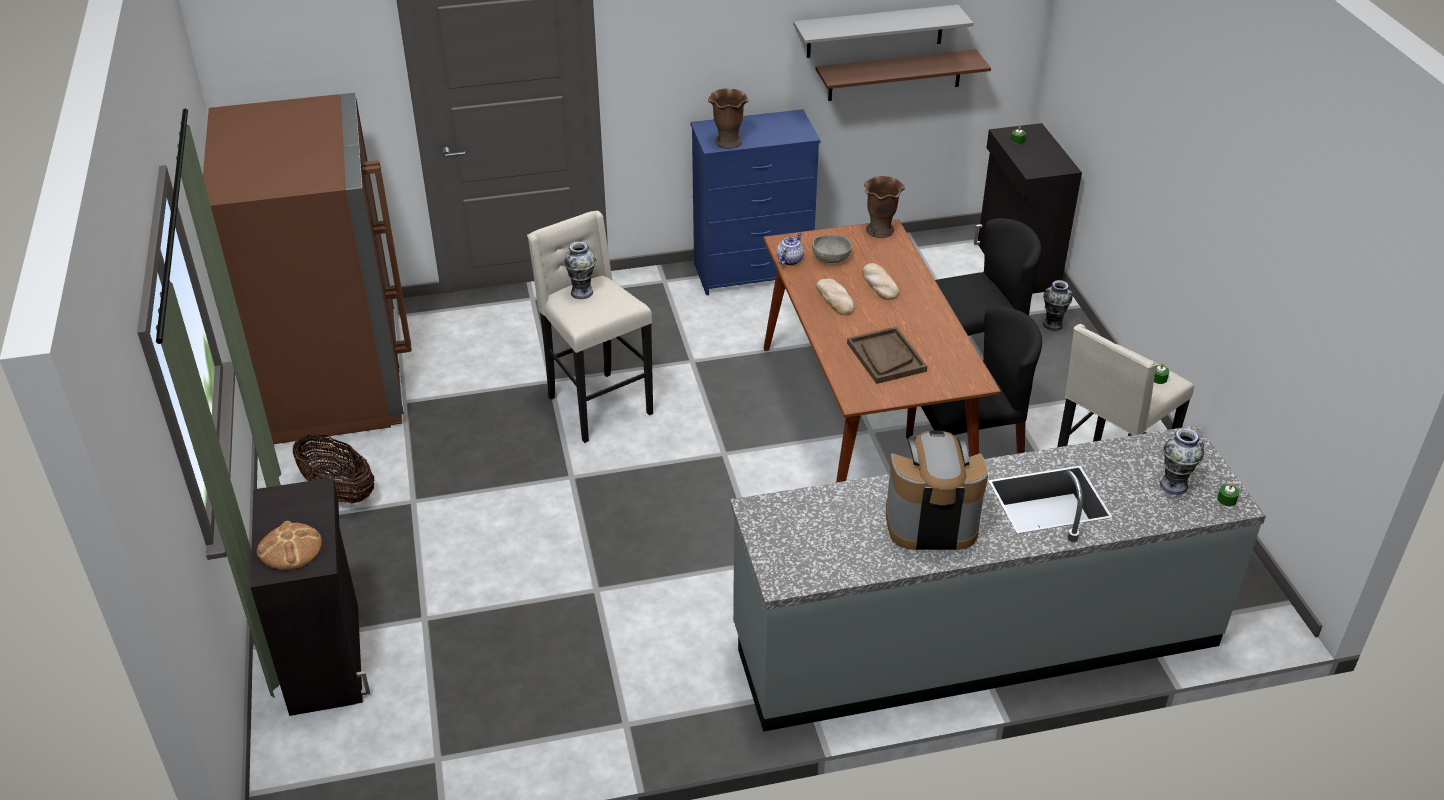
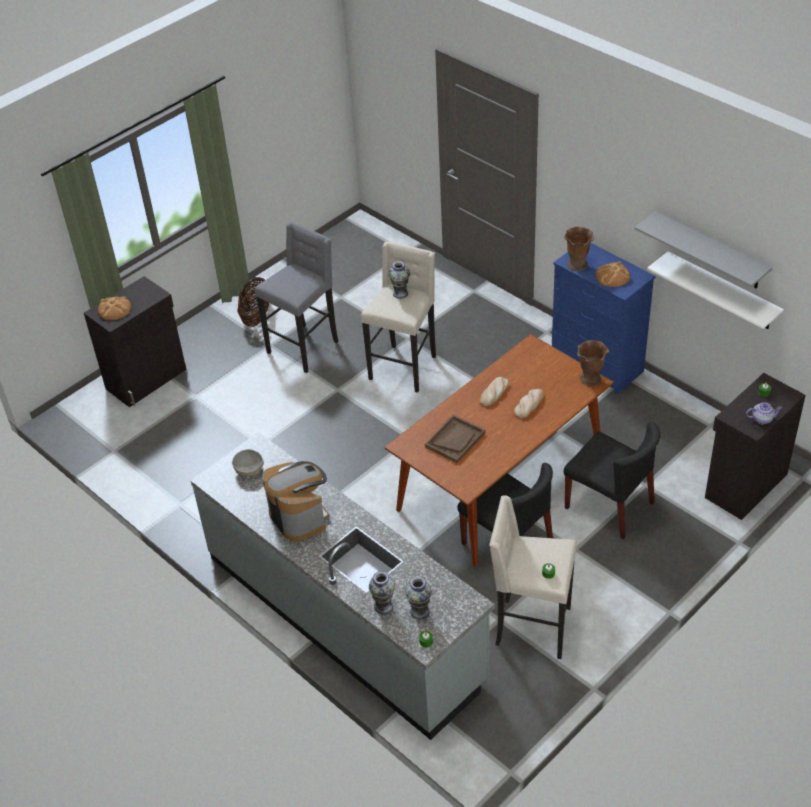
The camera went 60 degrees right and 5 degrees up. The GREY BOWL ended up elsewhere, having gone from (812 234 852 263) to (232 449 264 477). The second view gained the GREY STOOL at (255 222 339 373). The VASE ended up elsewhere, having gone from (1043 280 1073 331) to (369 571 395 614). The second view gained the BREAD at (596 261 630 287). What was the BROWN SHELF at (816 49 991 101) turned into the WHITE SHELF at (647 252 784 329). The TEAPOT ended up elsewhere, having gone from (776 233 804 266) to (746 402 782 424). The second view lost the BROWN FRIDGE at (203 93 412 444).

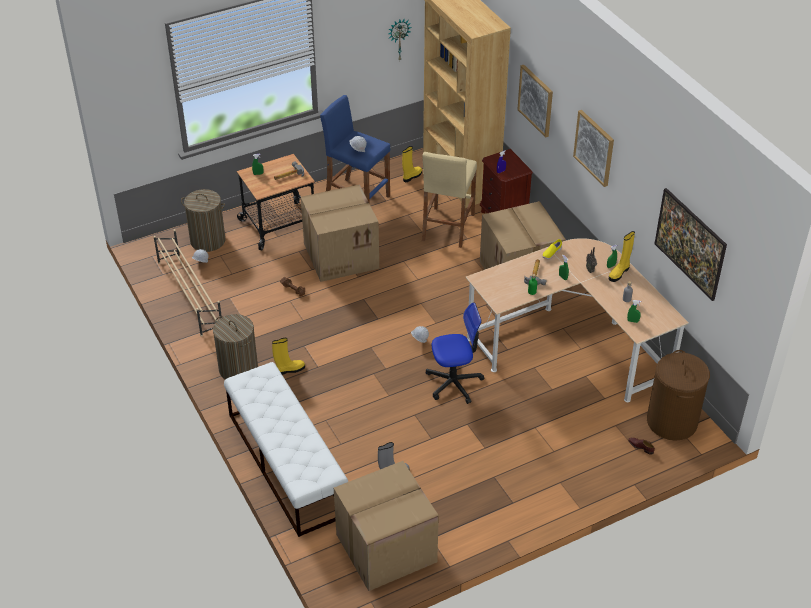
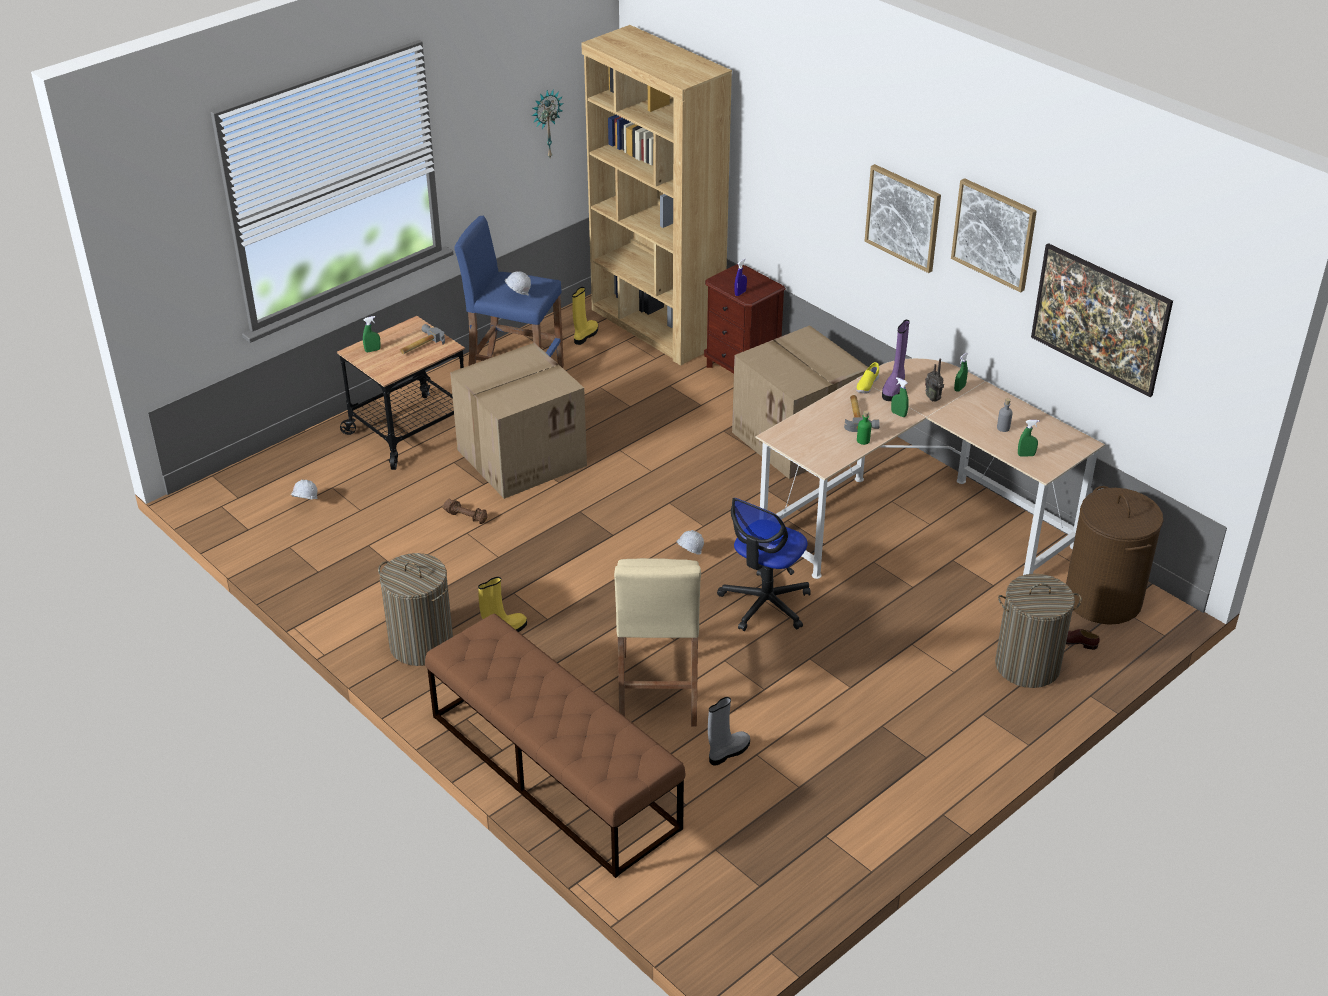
The camera went 15 degrees left and 5 degrees down. What was the WHITE BENCH at (224 362 348 537) turned into the BROWN BENCH at (425 614 685 878). The BEIGE STOOL ended up elsewhere, having gone from (422 152 477 248) to (614 558 701 726). The OFFICE CHAIR at (426 303 484 404) ended up facing another way, 150 degrees clockwise from before. The second view gained the PURPLE BOOT at (882 320 909 401). The PICTURE ended up elsewhere, having gone from (517 65 553 138) to (951 178 1037 293). The LAUNDRY BASKET ended up elsewhere, having gone from (181 189 226 252) to (995 574 1082 688). The second view lost the BEIGE SHOE RACK at (154 229 222 337). The second view lost the CARDBOARD BOX at (334 461 439 591). The second view lost the YELLOW BOOT at (609 231 635 282).

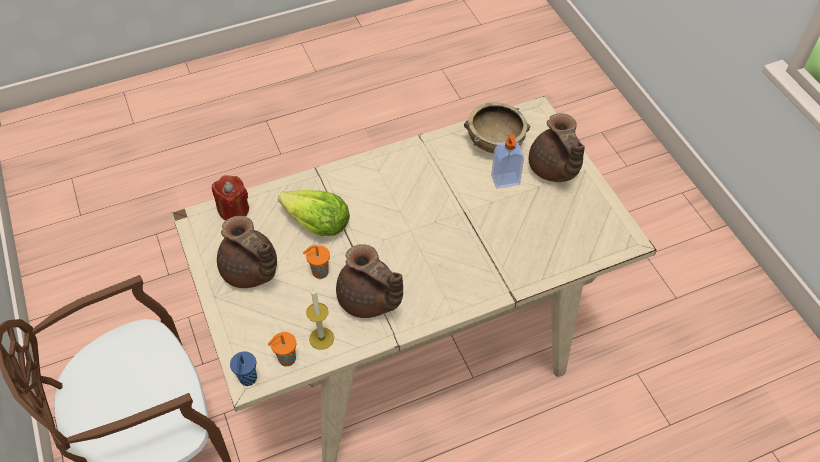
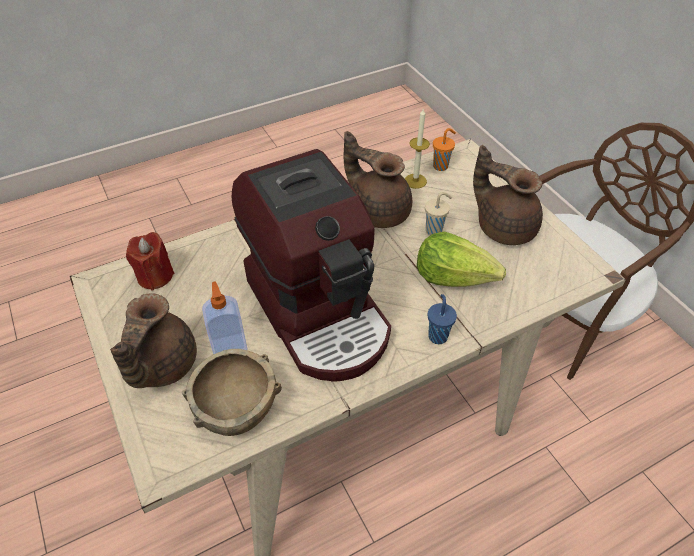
The camera went 175 degrees right and 5 degrees down. The BROWN TEAPOT at (529 113 585 182) ended up facing another way, 150 degrees counterclockwise from before. The RED CANDLE ended up elsewhere, having gone from (212 175 249 220) to (126 232 174 291). The second view gained the COFFEE MACHINE at (232 149 391 382). What was the ORANGE CUP at (303 245 330 279) turned into the BEIGE CUP at (425 192 452 235). The BLUE CUP ended up elsewhere, having gone from (230 351 257 386) to (428 294 457 344).

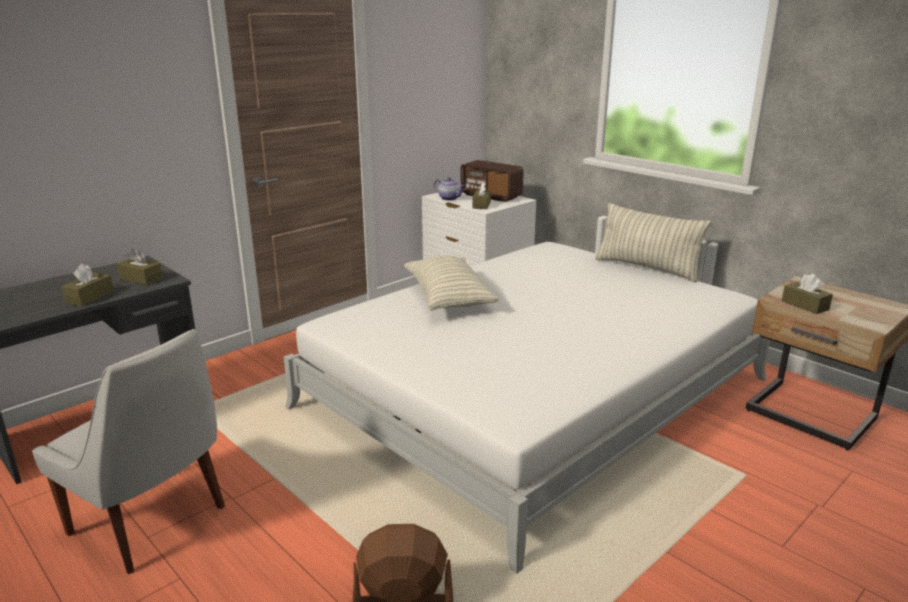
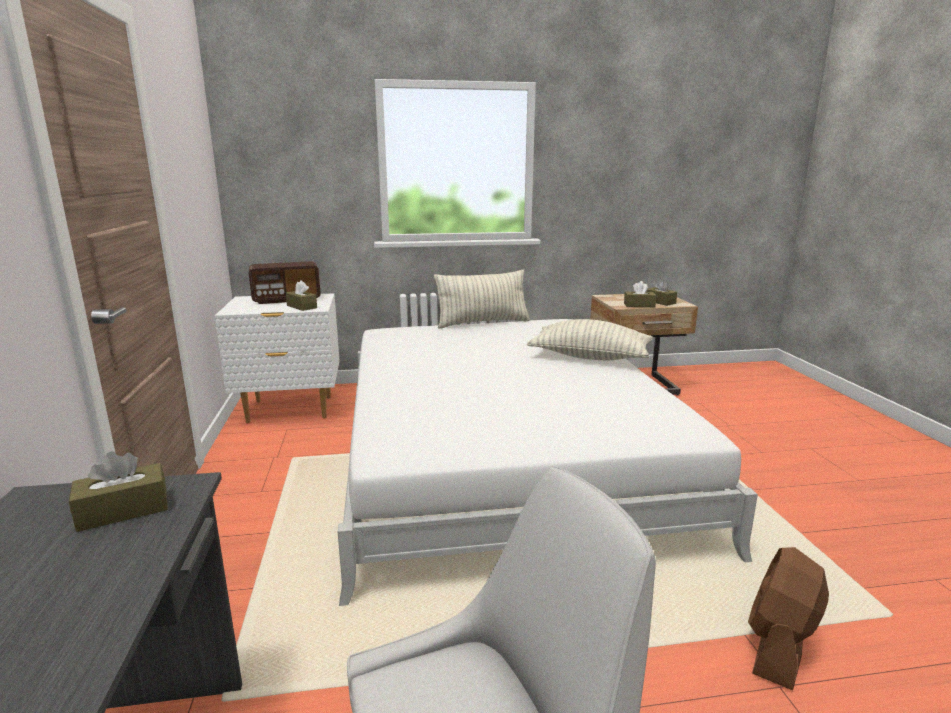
The camera went 55 degrees left and 5 degrees down. The PILLOW ended up elsewhere, having gone from (404 255 499 310) to (527 319 653 360). The BROWN TISSUE BOX ended up elsewhere, having gone from (62 264 114 306) to (646 279 677 306). The second view lost the TEAPOT at (434 177 465 201).

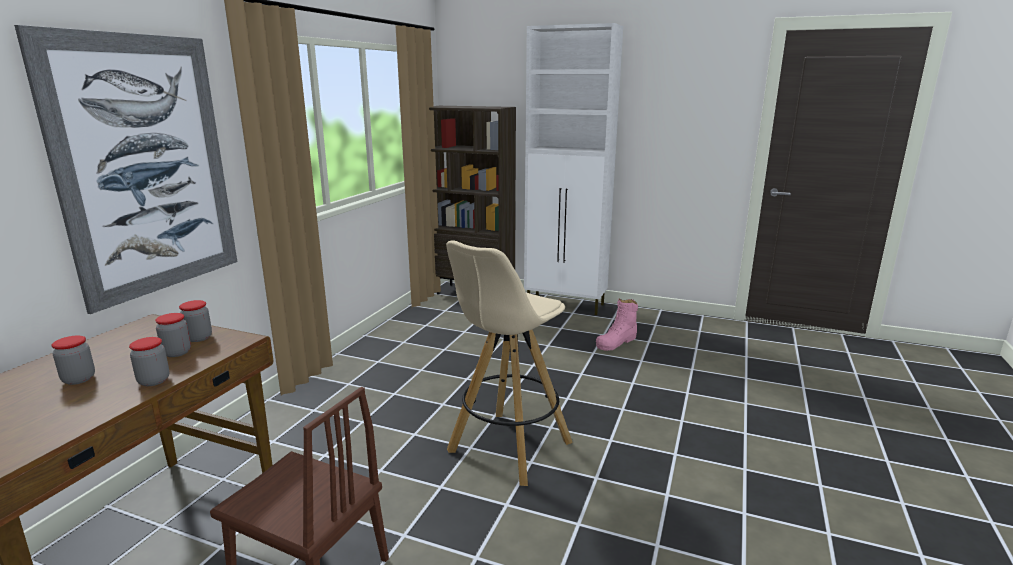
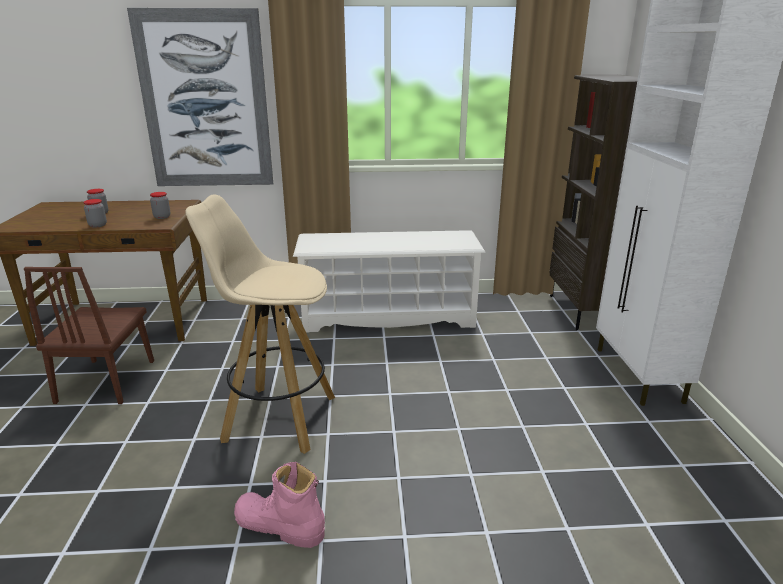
The camera went 65 degrees right and 5 degrees up. The PINK BOOT ended up elsewhere, having gone from (596 299 638 351) to (234 462 325 548). The second view gained the WHITE SHOE RACK at (293 230 486 333). The second view lost the JAR at (155 313 191 357).

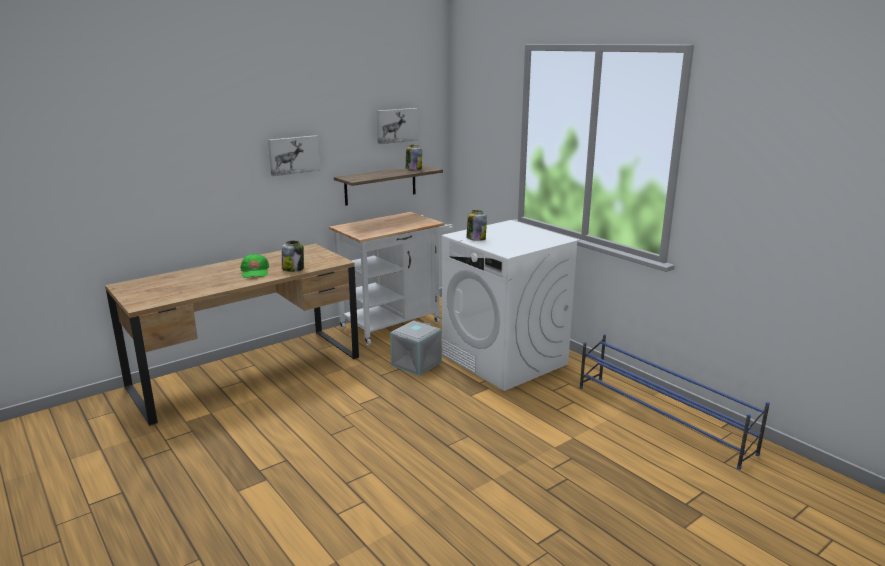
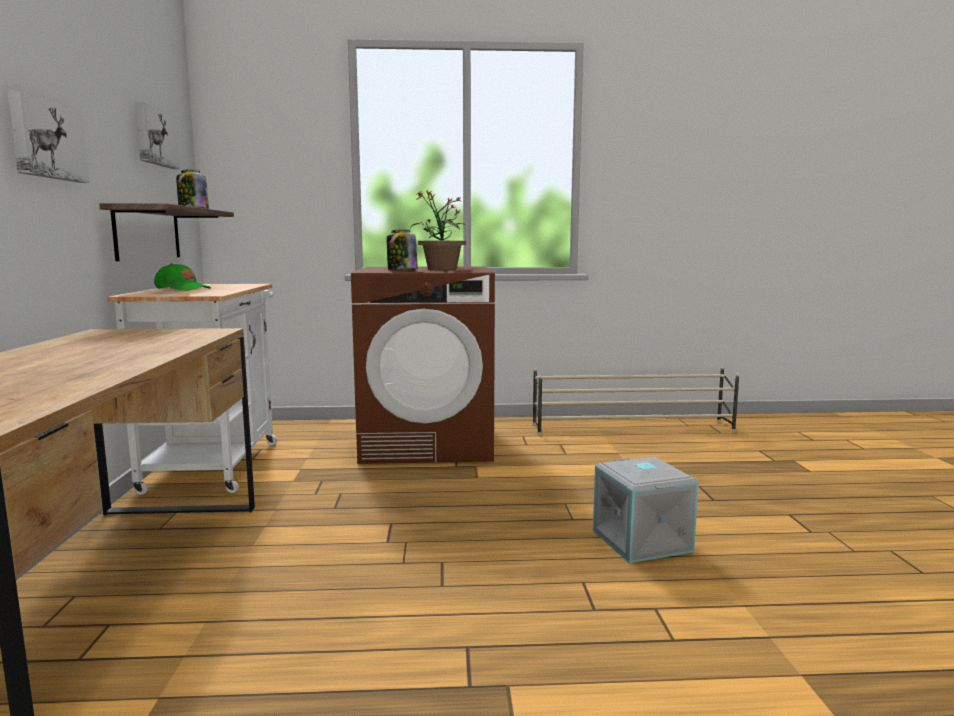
The camera went 55 degrees left and 10 degrees down. The GREEN CAP ended up elsewhere, having gone from (240 254 269 278) to (154 263 211 291). What was the WHITE WASHING MACHINE at (442 220 580 391) turned into the BROWN WASHING MACHINE at (351 266 495 464). The second view gained the POTTED PLANT at (411 190 466 270). What was the BLUE SHOE RACK at (579 334 770 470) turned into the BEIGE SHOE RACK at (533 367 739 436). The GREY STORAGE BOX ended up elsewhere, having gone from (390 320 442 376) to (593 457 699 563). The second view lost the JAR at (282 241 304 272).

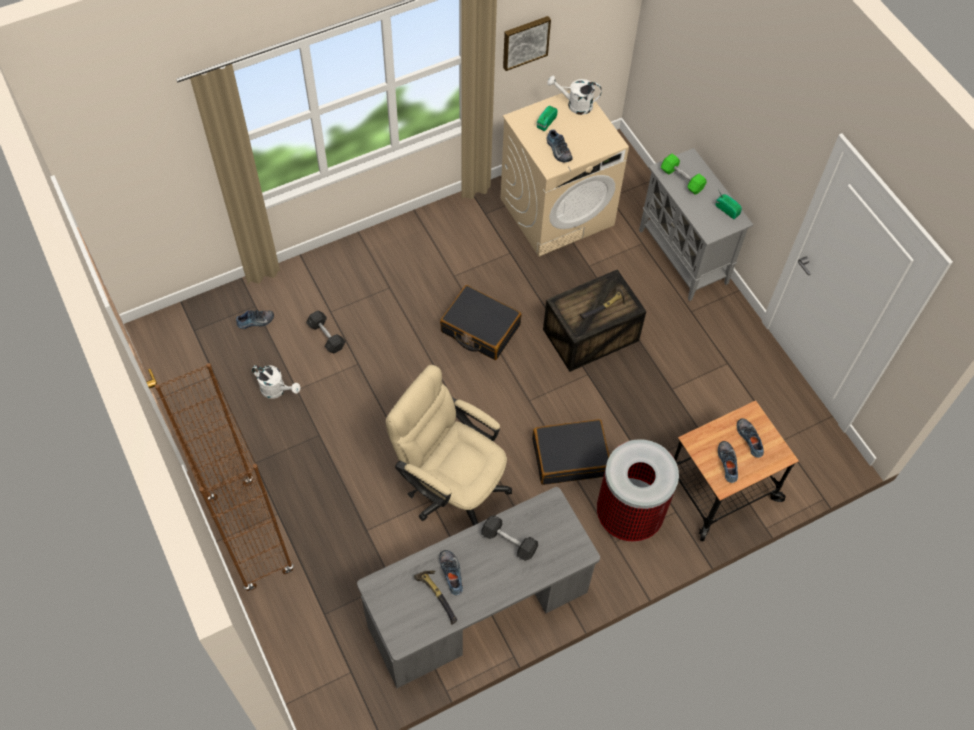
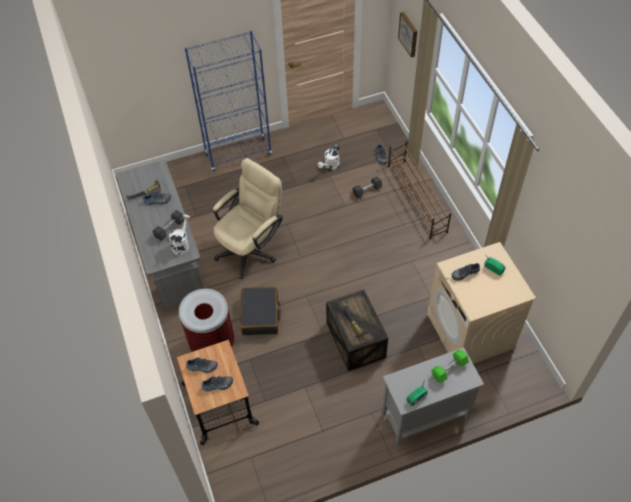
The camera went 100 degrees right and 5 degrees down. The WHITE WATERING CAN ended up elsewhere, having gone from (547 76 602 115) to (169 214 190 255). What was the BROWN BOOKCASE at (155 363 294 592) turned into the BLUE BOOKCASE at (185 31 272 172). The second view gained the BROWN SHOE RACK at (388 141 451 239). The PICTURE ended up elsewhere, having gone from (503 16 551 71) to (398 12 417 58). The second view lost the BLACK SUITCASE at (440 285 522 360).

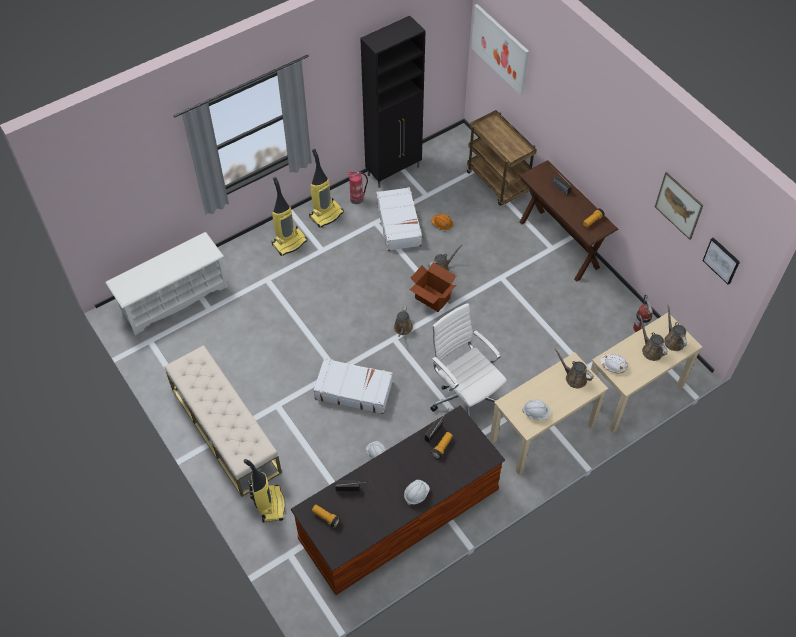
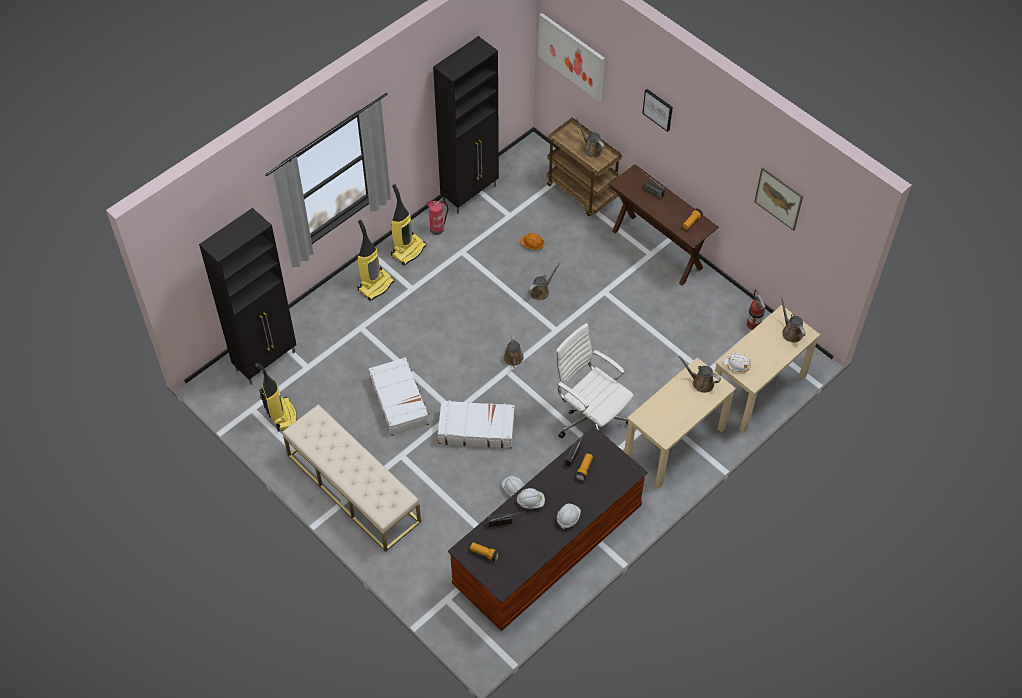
The camera went 10 degrees left and 0 degrees up. Where the WHITE SHOE RACK stood at (105 232 228 335), the BLACK CABINET came to stand at (199 208 297 385). The VACUUM CLEANER ended up elsewhere, having gone from (244 459 285 522) to (255 363 297 432). The WHITE SUITCASE ended up elsewhere, having gone from (376 187 423 251) to (369 357 430 436). The WHITE HARD HAT ended up elsewhere, having gone from (522 399 550 420) to (517 488 545 509). The BROWN WATERING CAN ended up elsewhere, having gone from (639 315 668 361) to (576 118 605 158). The PICTURE ended up elsewhere, having gone from (702 237 740 285) to (642 89 673 132). The second view lost the CARDBOARD BOX at (410 262 456 312).

